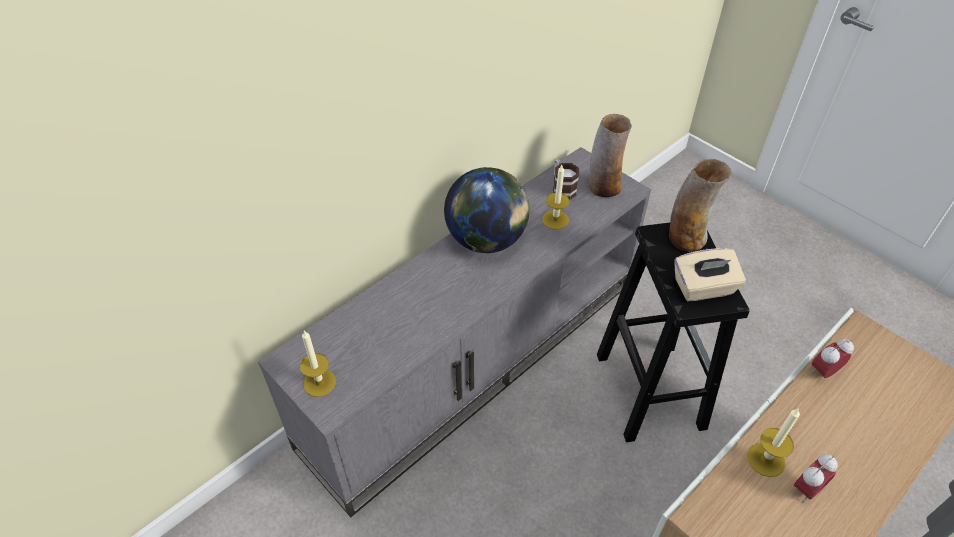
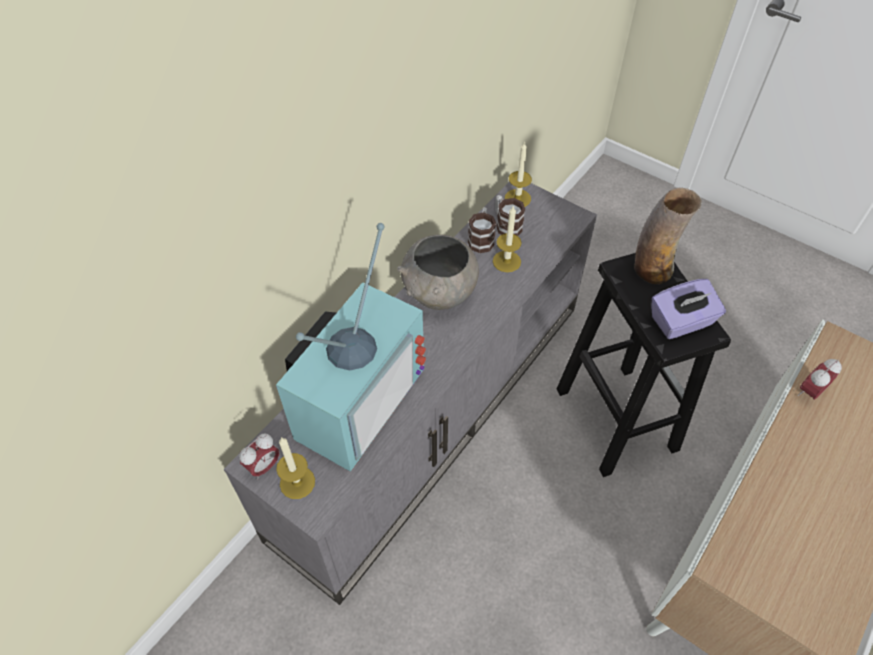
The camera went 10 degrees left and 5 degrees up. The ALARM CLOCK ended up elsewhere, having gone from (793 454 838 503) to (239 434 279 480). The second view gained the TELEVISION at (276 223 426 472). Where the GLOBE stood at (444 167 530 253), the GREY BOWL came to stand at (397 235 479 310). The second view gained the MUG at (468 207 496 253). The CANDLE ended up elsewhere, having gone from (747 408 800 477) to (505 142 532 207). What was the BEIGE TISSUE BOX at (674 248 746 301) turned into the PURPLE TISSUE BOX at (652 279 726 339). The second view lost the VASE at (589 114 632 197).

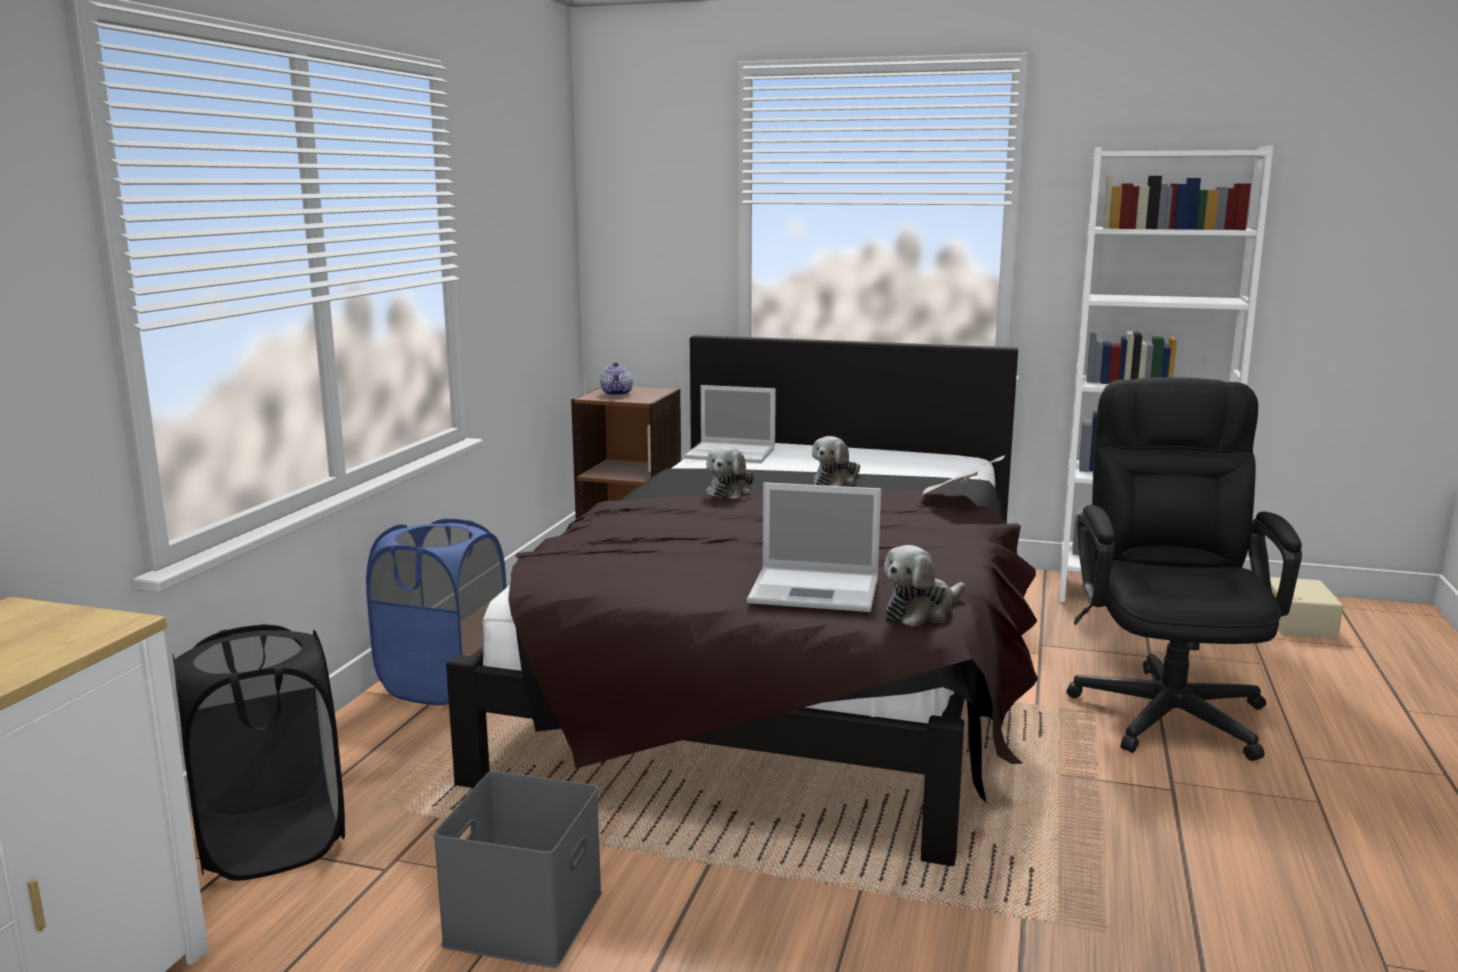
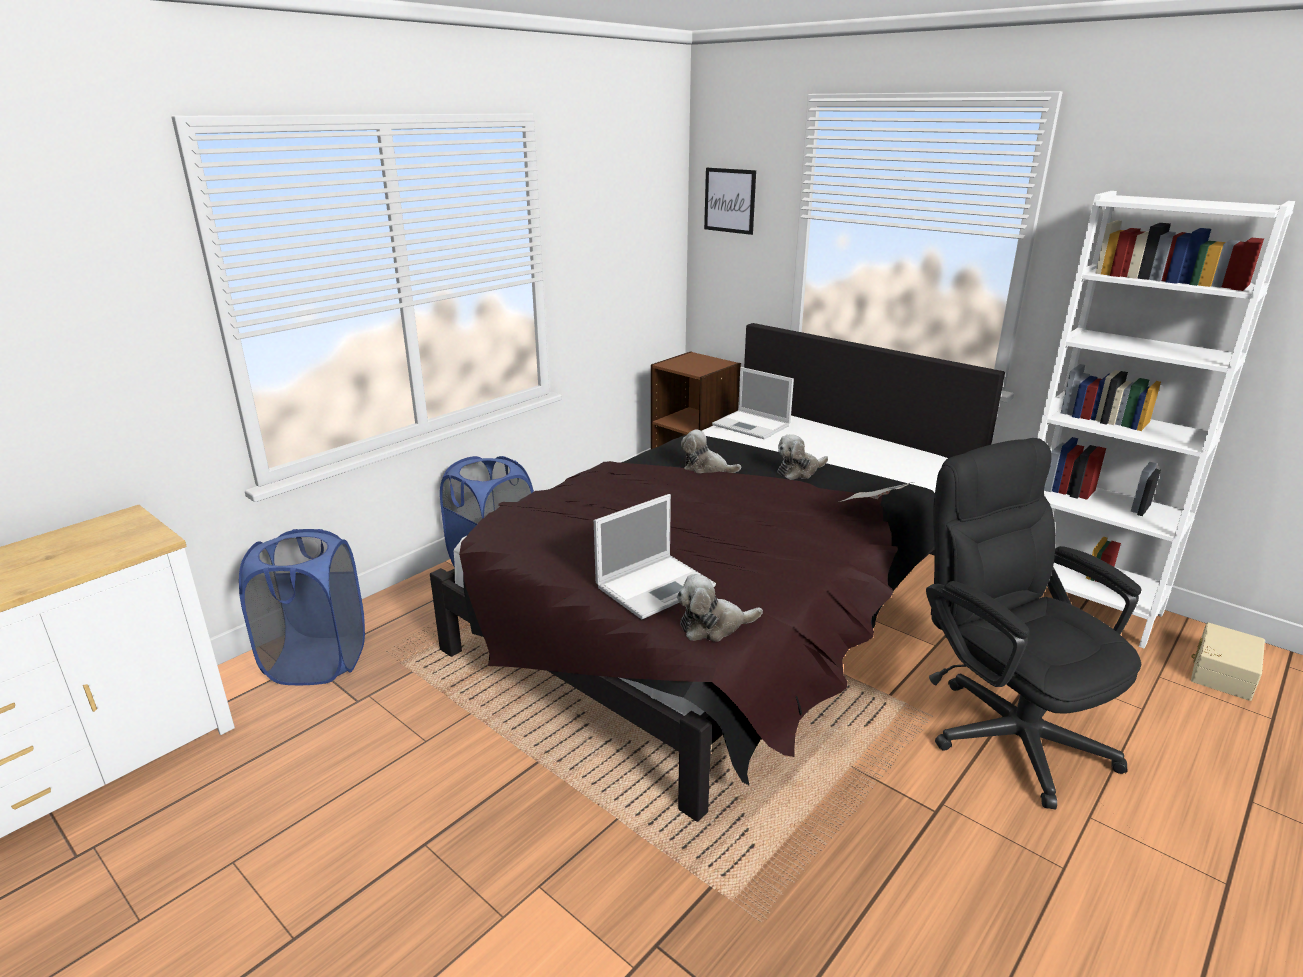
The camera went 25 degrees right and 10 degrees up. What was the BLACK LAUNDRY BASKET at (173 624 345 881) turned into the BLUE LAUNDRY BASKET at (239 529 365 685). The LAPTOP at (747 482 881 612) ended up facing another way, 75 degrees counterclockwise from before. The PLUSH TOY at (706 447 754 499) ended up facing another way, 60 degrees clockwise from before. The second view gained the PICTURE at (704 168 756 235). The BLACK OFFICE CHAIR at (1067 377 1302 761) ended up facing another way, 60 degrees counterclockwise from before. The second view lost the GREY STORAGE BOX at (433 771 602 968). The second view lost the TEAPOT at (600 362 633 396).

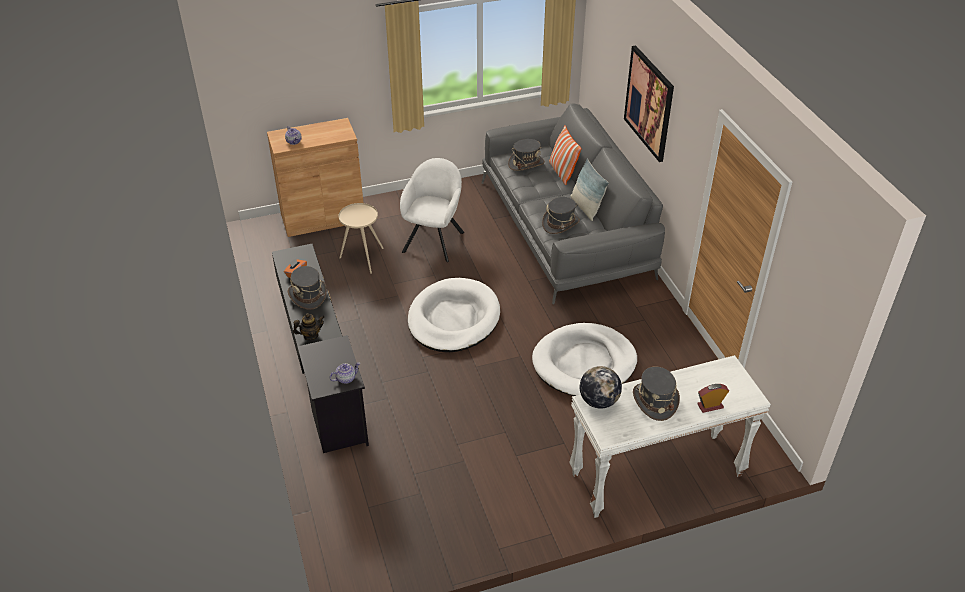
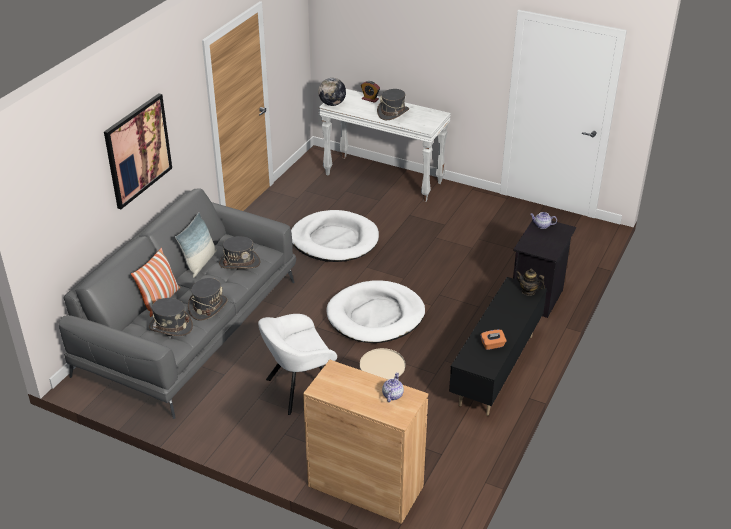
The camera went 135 degrees left and 5 degrees down. The GREY HAT ended up elsewhere, having gone from (288 266 327 310) to (188 278 228 321). The GLOBE ended up elsewhere, having gone from (580 366 622 409) to (318 78 346 106).

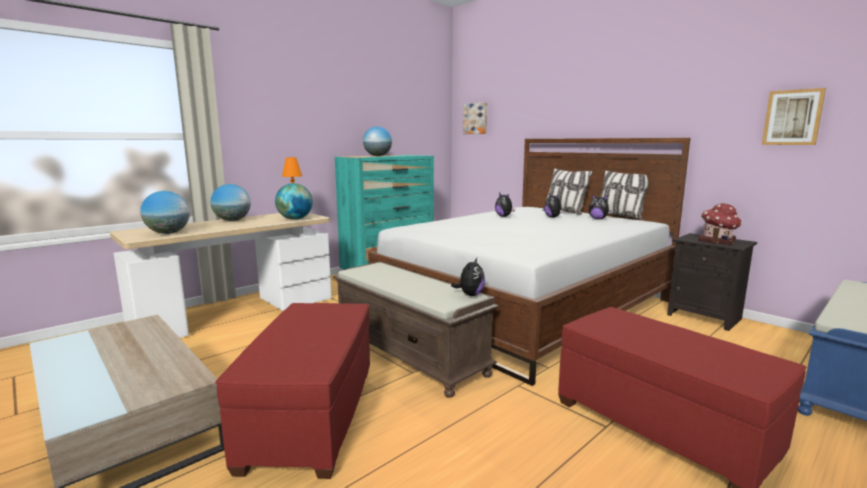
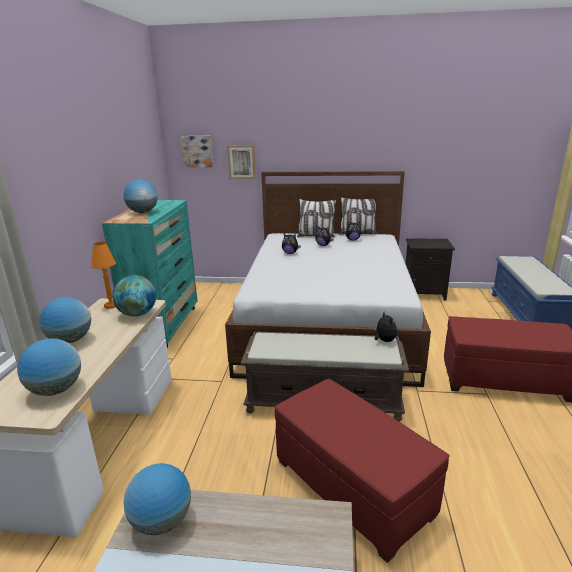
The camera went 40 degrees left and 10 degrees up. The second view gained the GLOBE at (124 463 191 535). The PICTURE ended up elsewhere, having gone from (762 88 826 145) to (227 145 256 179). The second view lost the TOY HOUSE at (699 203 742 245).

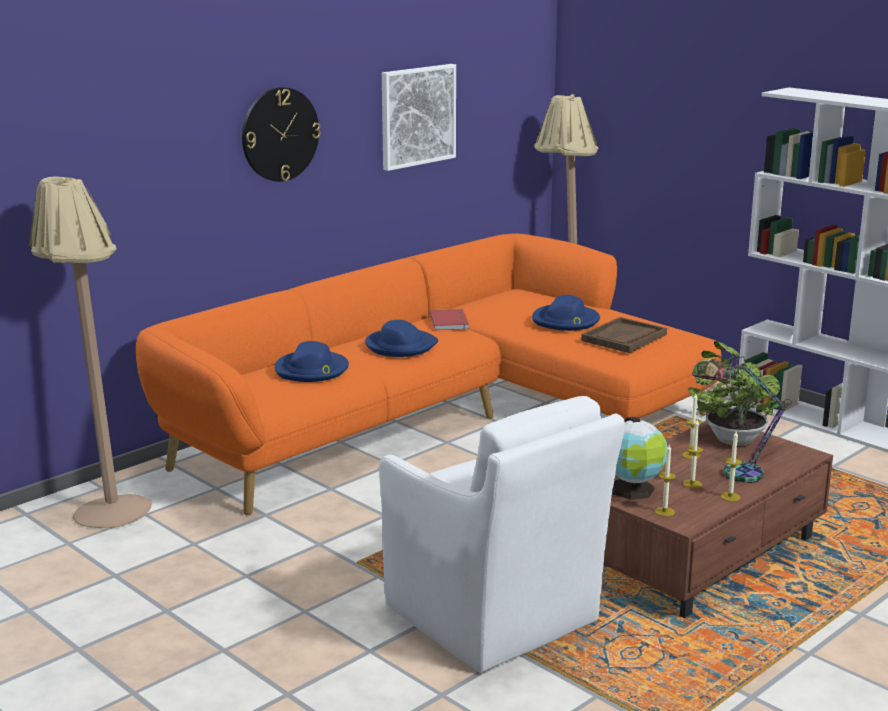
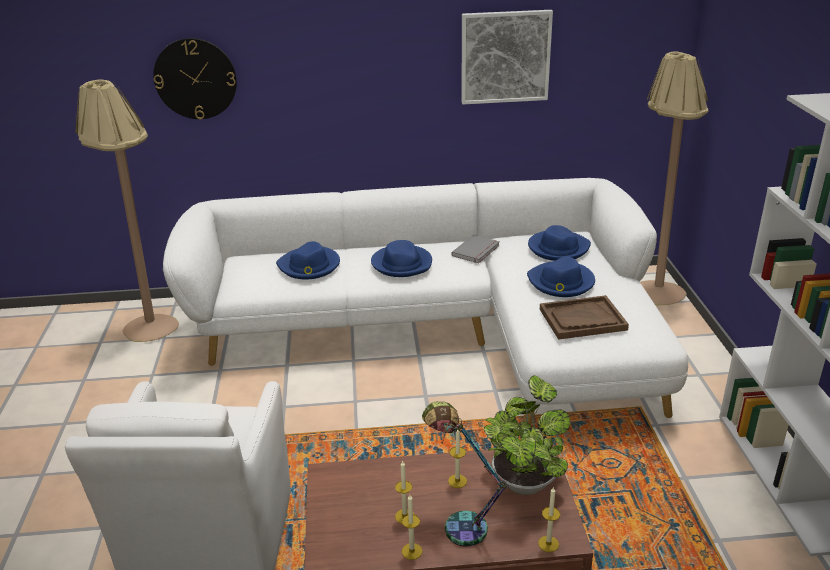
The camera went 40 degrees right and 10 degrees up. The WALL CLOCK ended up elsewhere, having gone from (242 87 321 182) to (153 38 237 119). What was the ORANGE SOFA at (136 233 721 515) turned into the WHITE SOFA at (163 178 688 425). What was the RED BOOK at (429 309 469 330) turned into the GREY BOOK at (451 235 500 263). The second view gained the BLUE HAT at (528 225 591 261). The CANDLE ended up elsewhere, having gone from (655 445 676 516) to (538 486 560 552). The second view lost the GLOBE at (612 417 667 500).

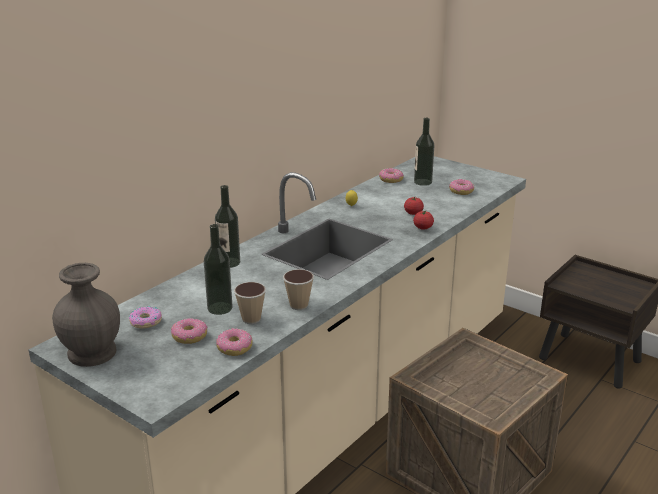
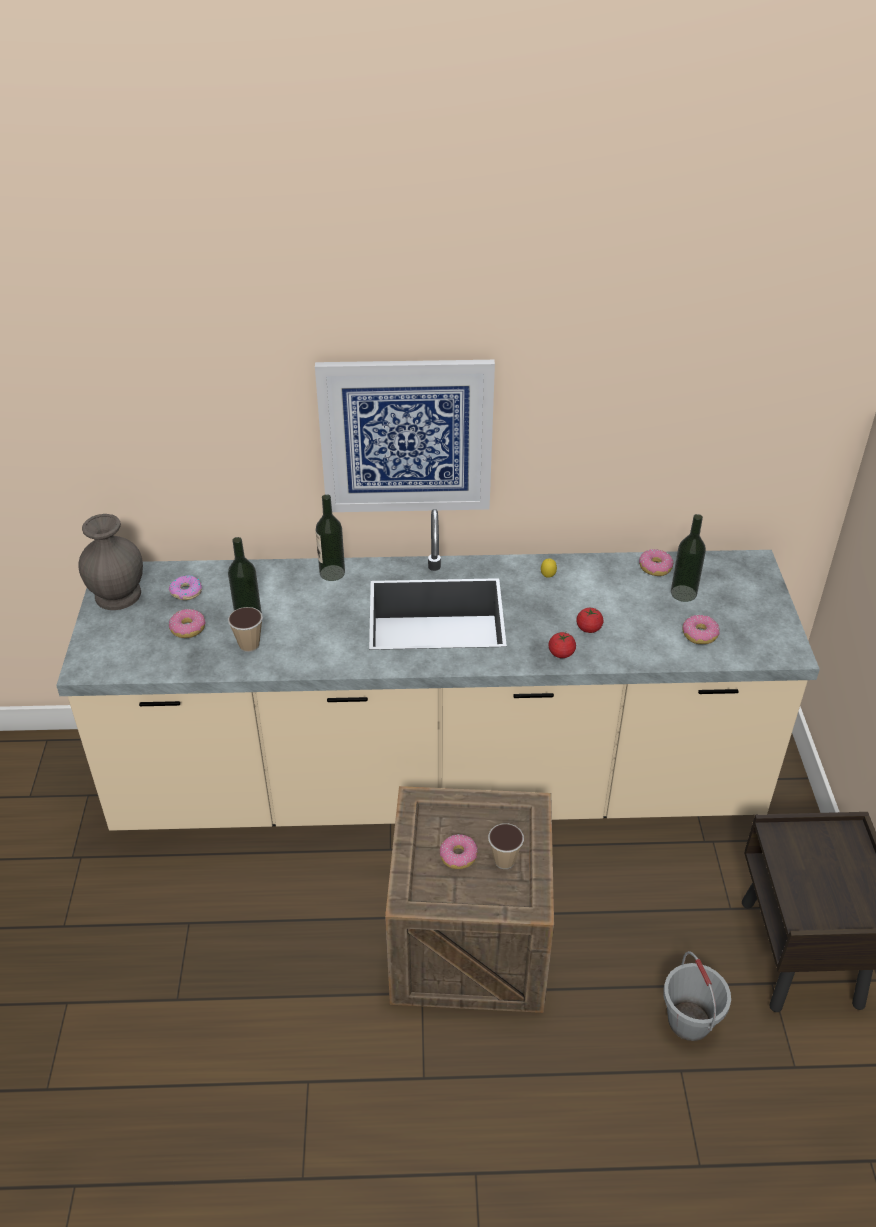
The camera went 50 degrees right and 15 degrees up. The second view gained the PICTURE at (315 360 495 512). The DONUT ended up elsewhere, having gone from (216 328 253 356) to (440 834 478 869). The CUP ended up elsewhere, having gone from (283 269 314 310) to (488 823 524 869). The second view gained the GREY BUCKET at (663 951 731 1041).

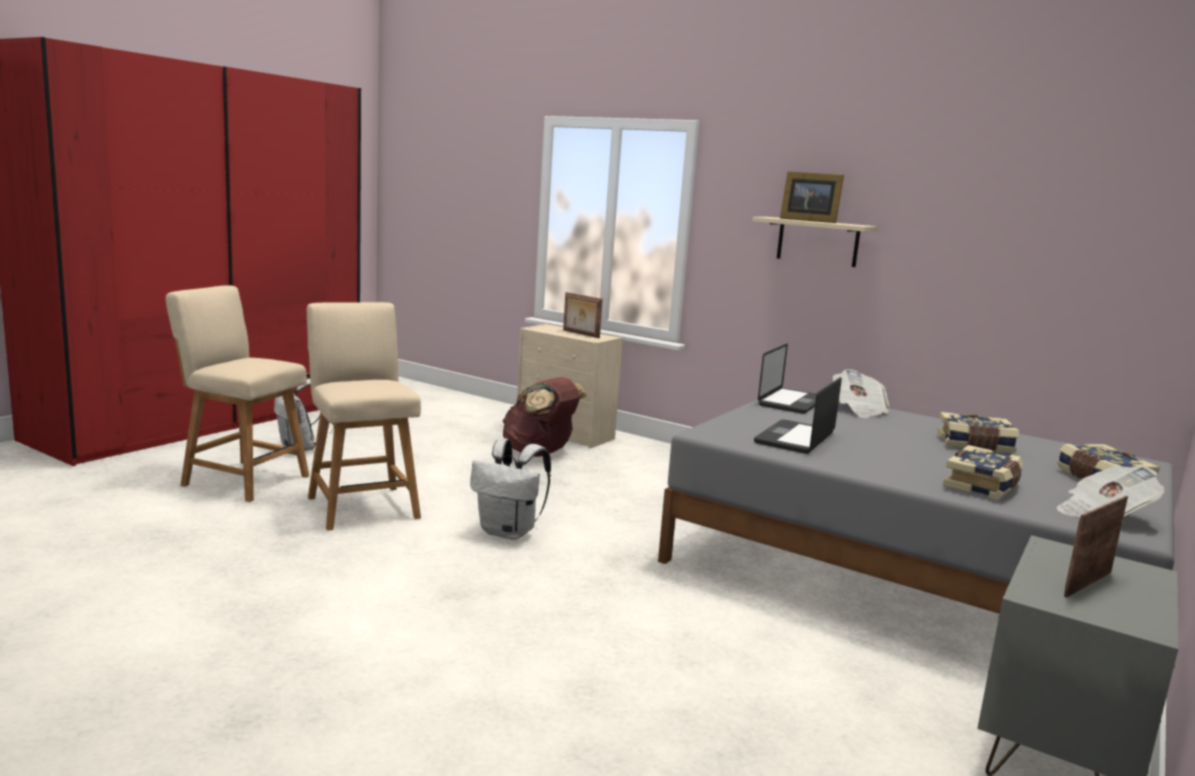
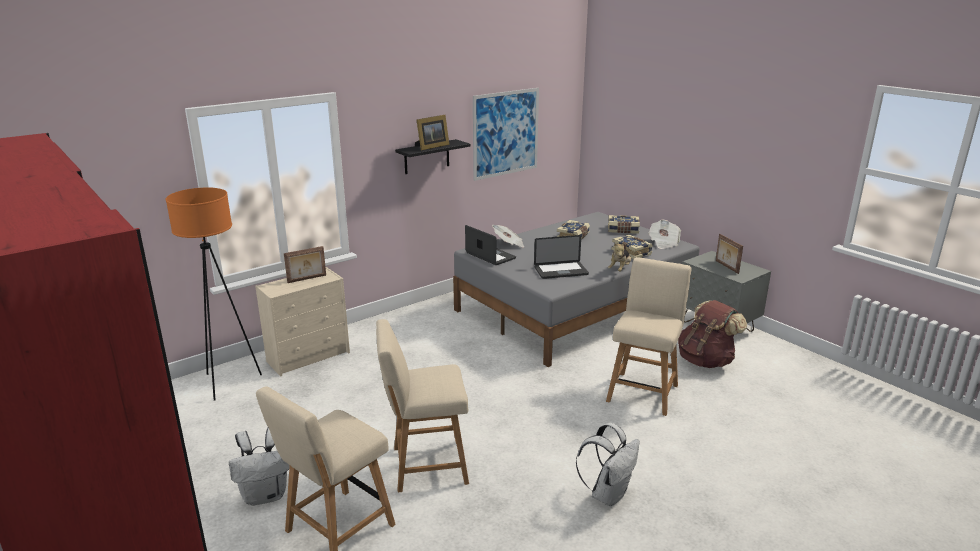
The camera went 70 degrees left and 10 degrees up. The second view gained the ORANGE FLOOR LAMP at (166 187 262 400). What was the BEIGE SHELF at (752 217 877 267) turned into the BLACK SHELF at (395 139 470 174). The second view gained the PICTURE at (473 88 539 181). The LAPTOP at (754 377 842 454) ended up facing another way, 60 degrees counterclockwise from before. The WHITE BACKPACK ended up elsewhere, having gone from (470 438 551 540) to (576 423 640 506). The second view gained the BEIGE CHAIR at (606 257 692 416). The second view gained the PLUSH TOY at (608 243 631 272). The BROWN BACKPACK ended up elsewhere, having gone from (503 377 587 457) to (678 300 747 368).

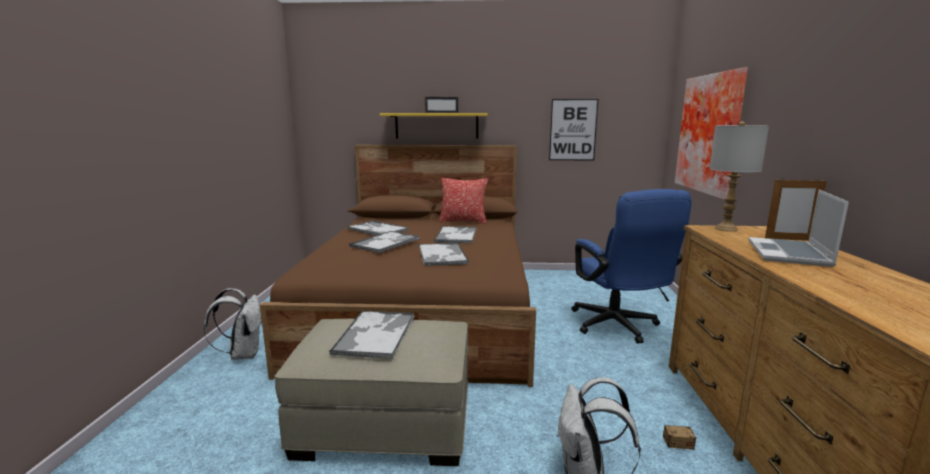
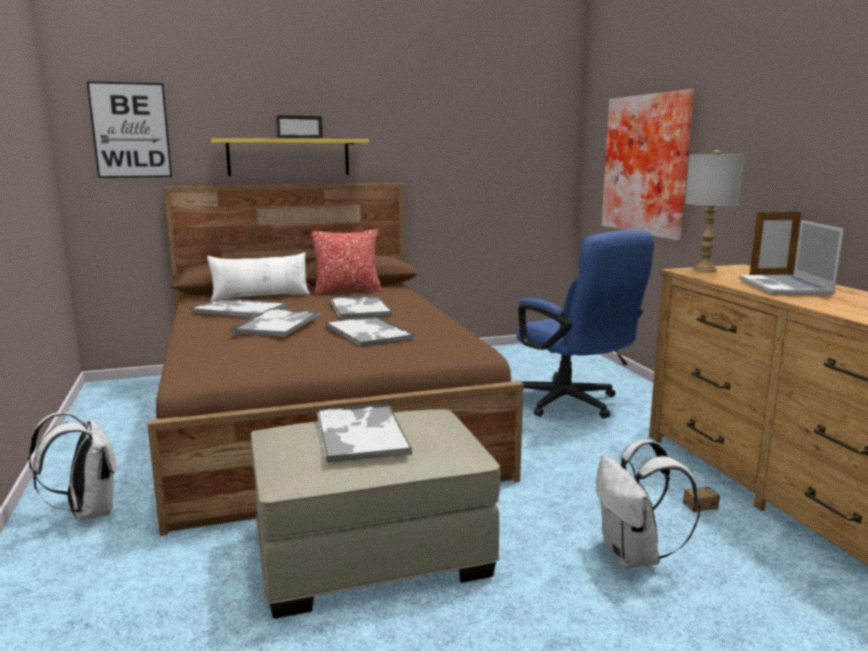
The camera went 20 degrees left and 0 degrees up. The PICTURE ended up elsewhere, having gone from (549 99 598 160) to (87 81 172 178). The second view gained the WHITE PILLOW at (207 252 310 301).

